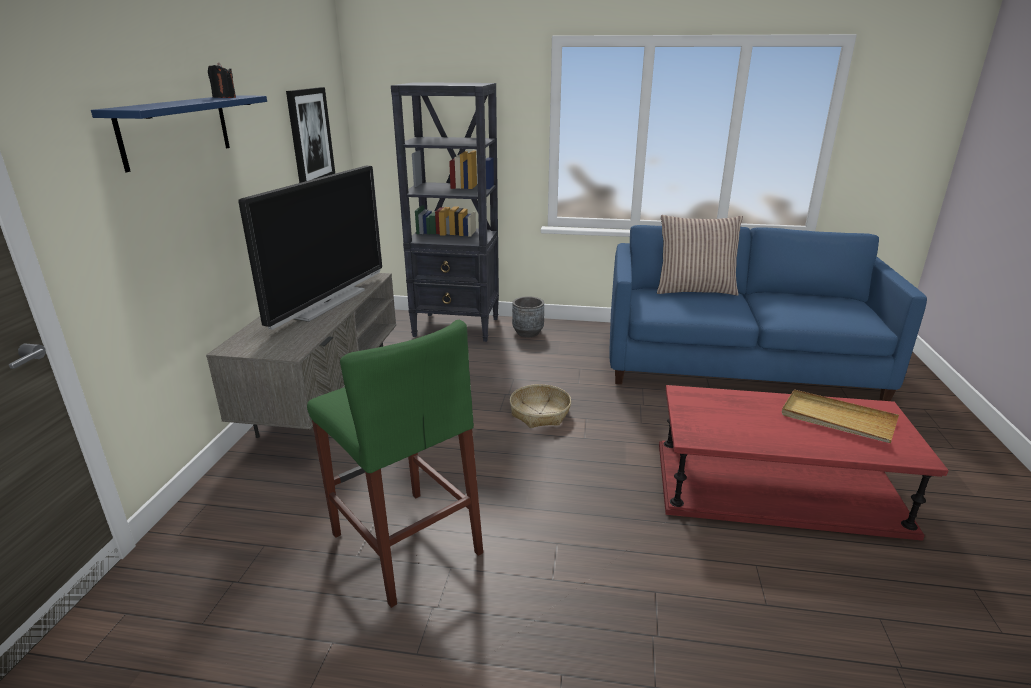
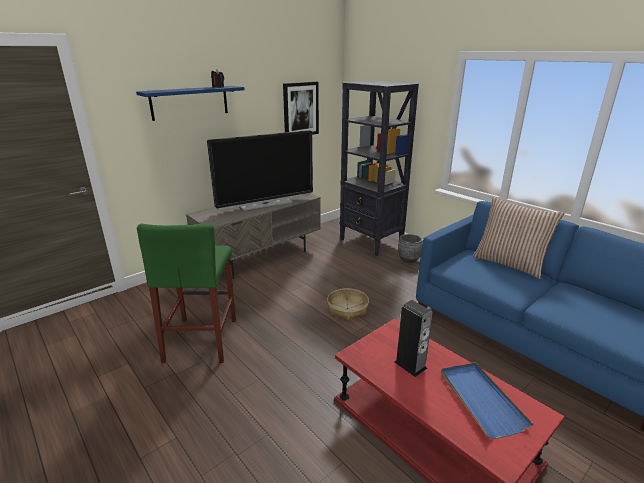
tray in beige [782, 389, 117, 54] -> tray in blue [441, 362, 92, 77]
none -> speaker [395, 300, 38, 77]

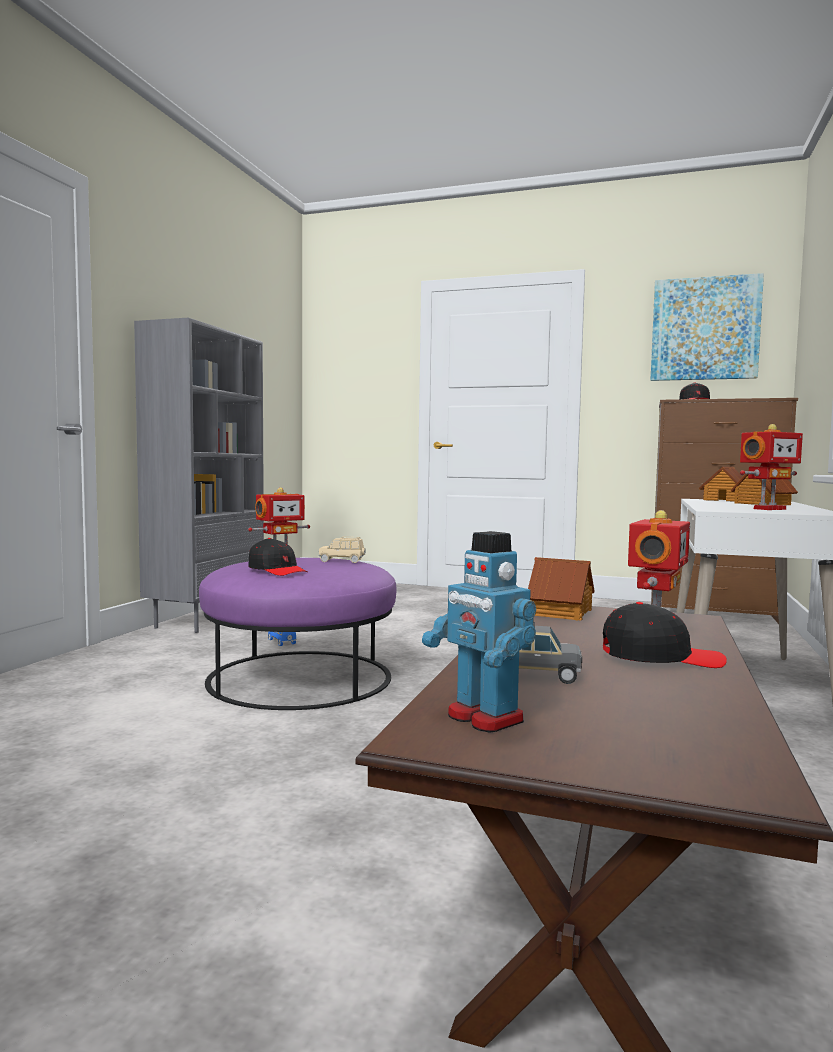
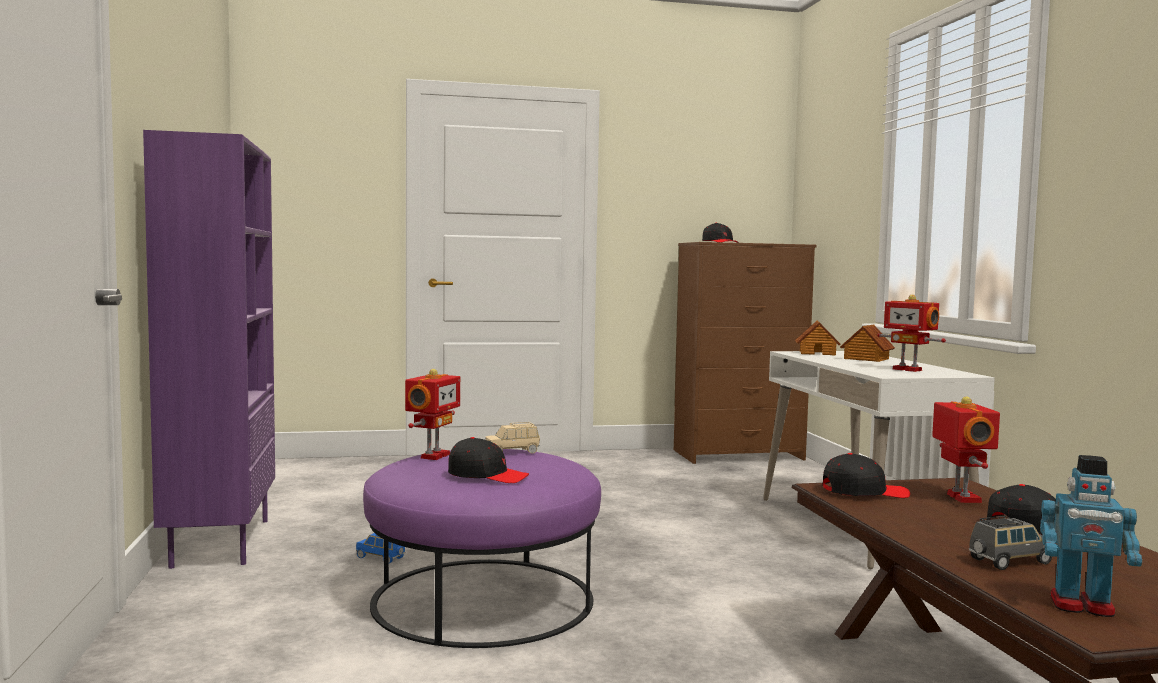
picture [650, 273, 114, 108] -> none
bookcase in grey [134, 318, 130, 315] -> bookcase in purple [143, 130, 132, 439]
toy robot [740, 424, 63, 86] -> toy robot [877, 294, 69, 78], 105 degrees clockwise
toy house [528, 557, 67, 64] -> cap in black [822, 453, 88, 45]

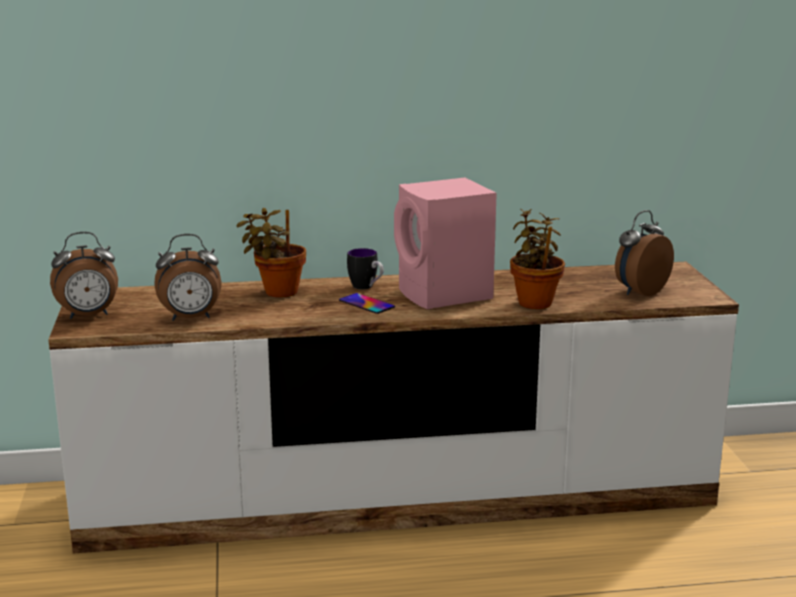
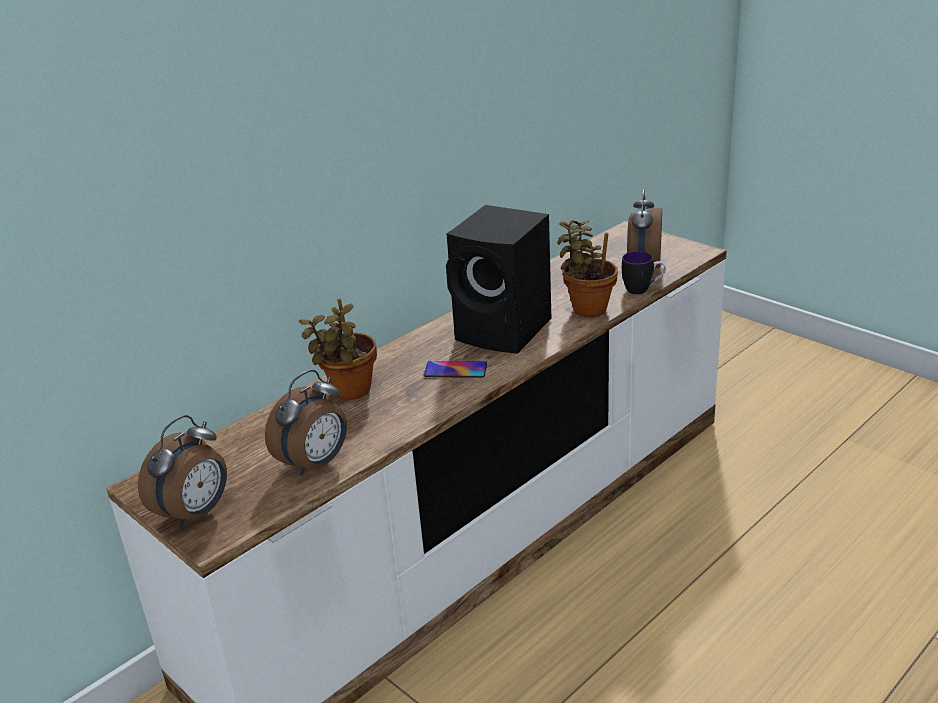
speaker in pink [394, 178, 103, 131] -> speaker in black [446, 205, 105, 149]
mug [347, 248, 37, 42] -> mug [622, 251, 44, 44], moved

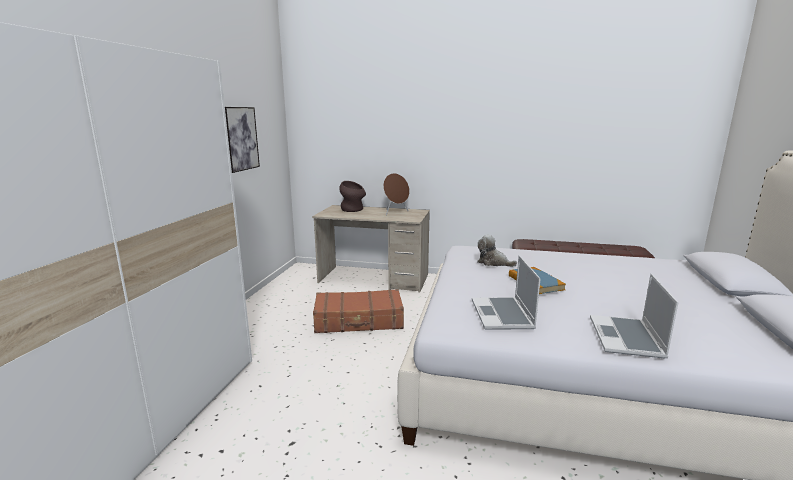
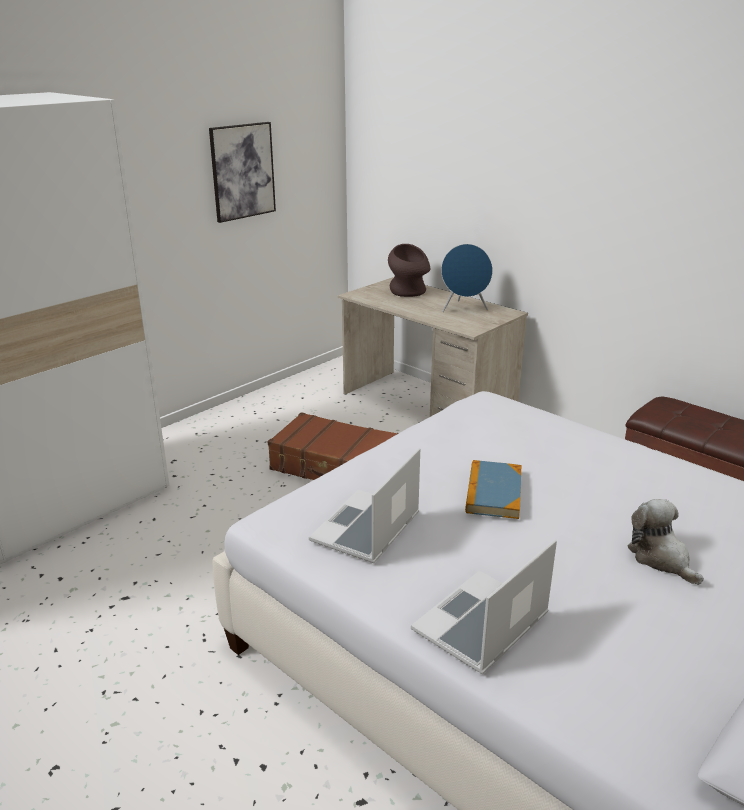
speaker in brown [383, 173, 27, 42] -> speaker in blue [441, 244, 52, 68]
plush toy [477, 235, 40, 32] -> plush toy [628, 499, 76, 86], moved

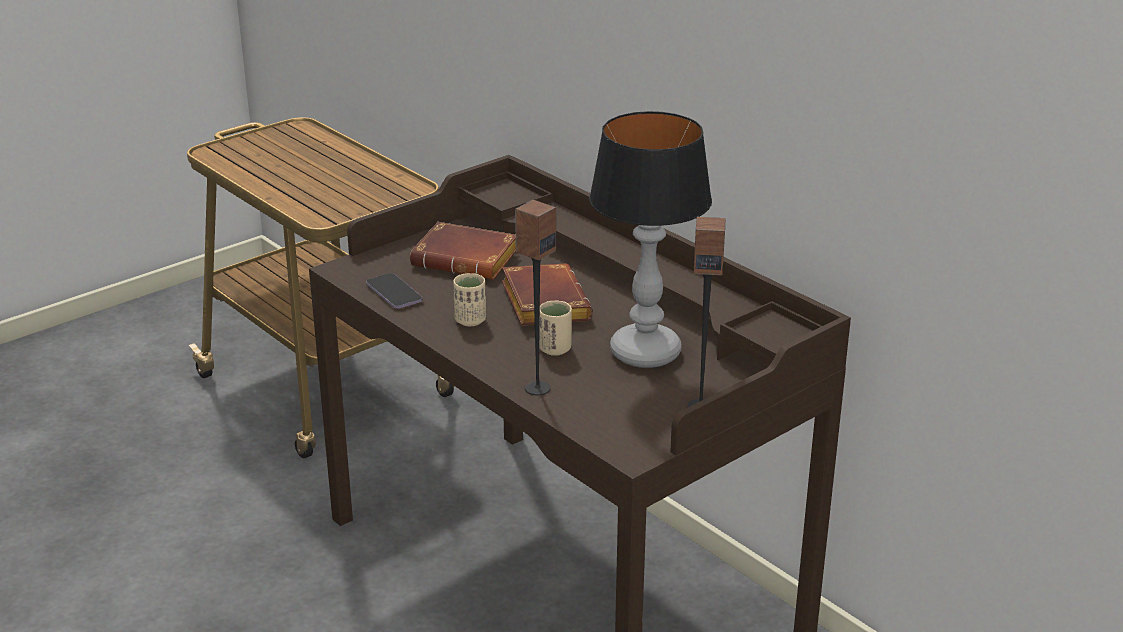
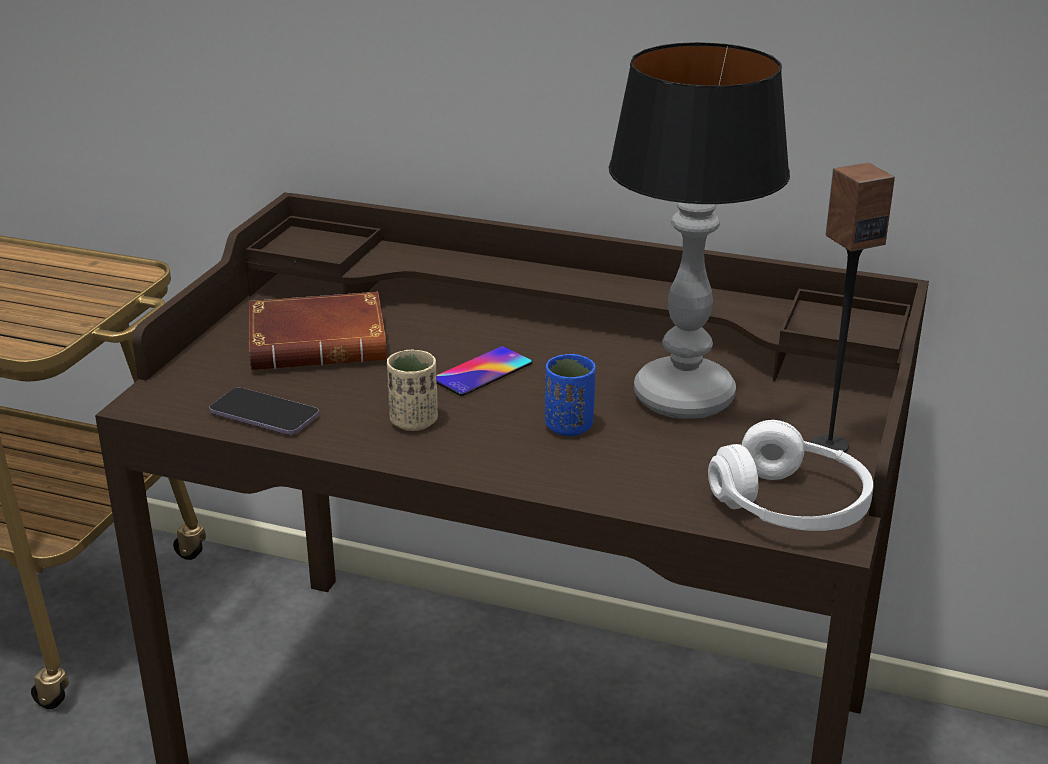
speaker [515, 200, 41, 195] -> none
book in brown [502, 263, 91, 63] -> phone [437, 346, 95, 50]
cup in beige [539, 300, 33, 56] -> cup in blue [545, 354, 50, 82]
none -> headphones in white [708, 420, 165, 111]

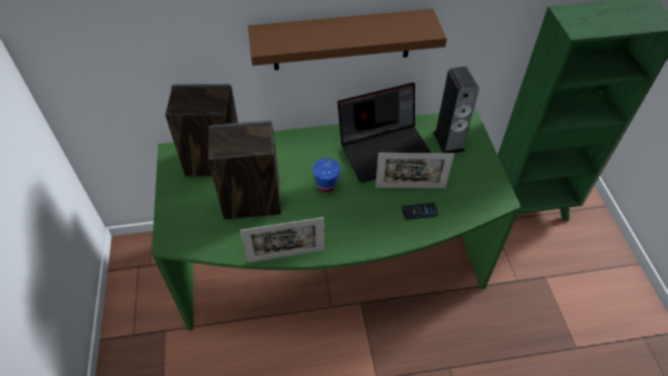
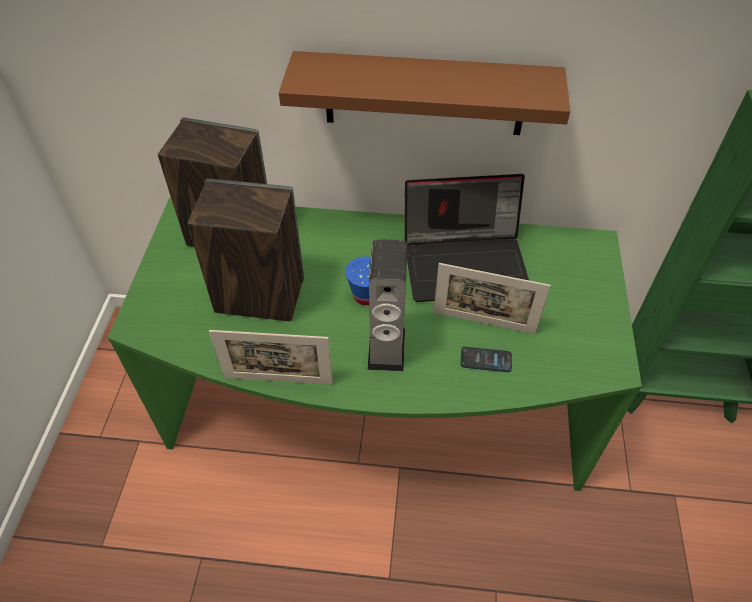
speaker [434, 66, 45, 87] -> speaker [368, 239, 39, 132], moved

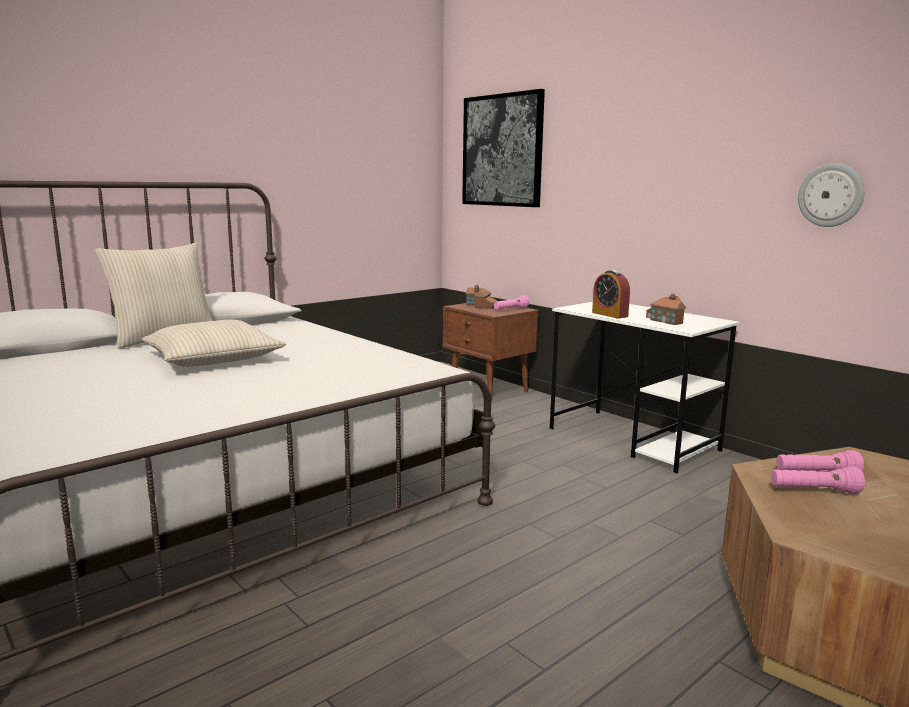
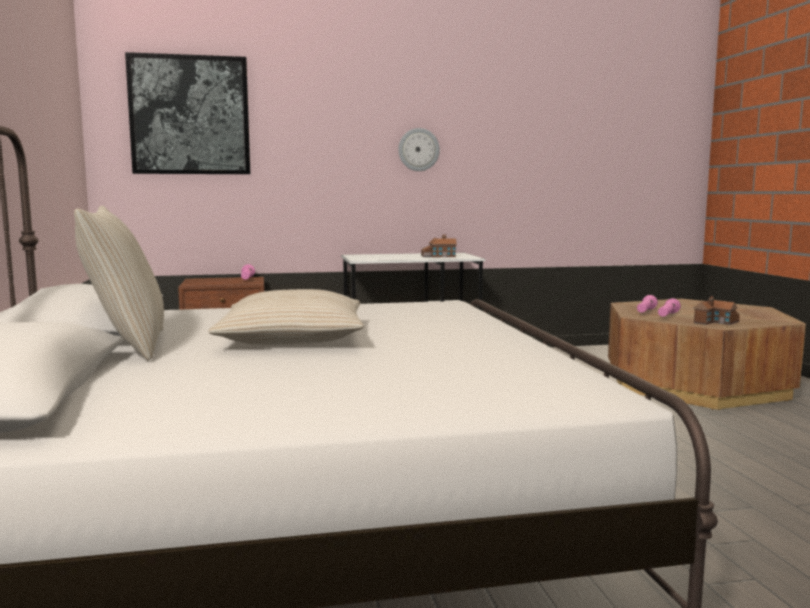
wall clock [798, 163, 67, 64] -> wall clock [398, 128, 42, 43], moved
alarm clock [592, 270, 38, 49] -> none
toy house [465, 285, 32, 24] -> toy house [693, 296, 47, 29], moved

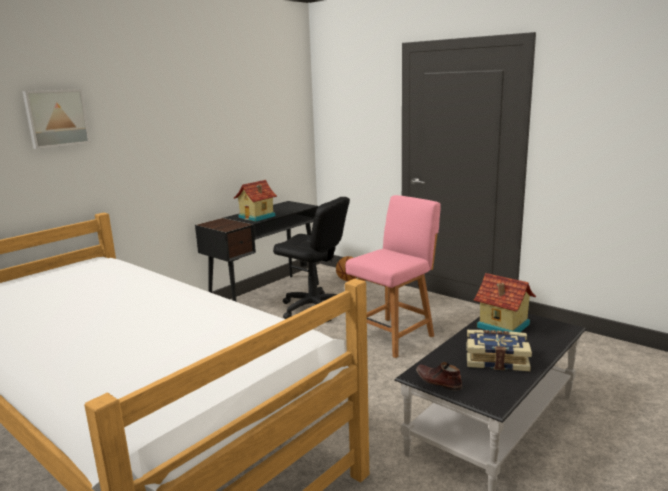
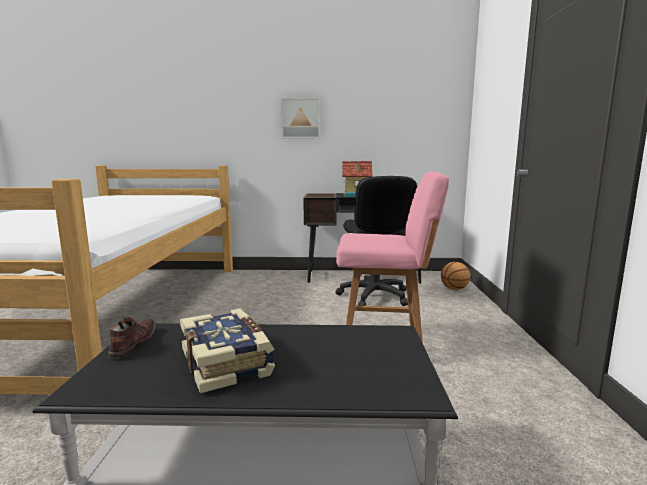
picture [22, 89, 69, 60] -> picture [281, 98, 39, 40], moved
toy house [474, 273, 62, 59] -> none

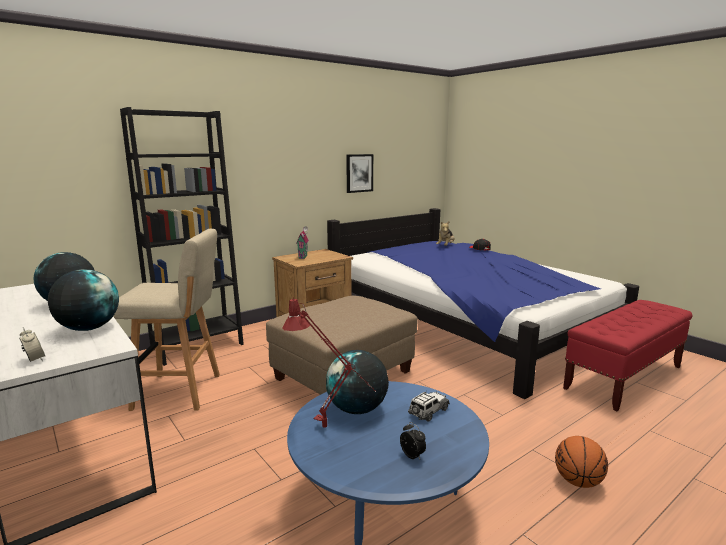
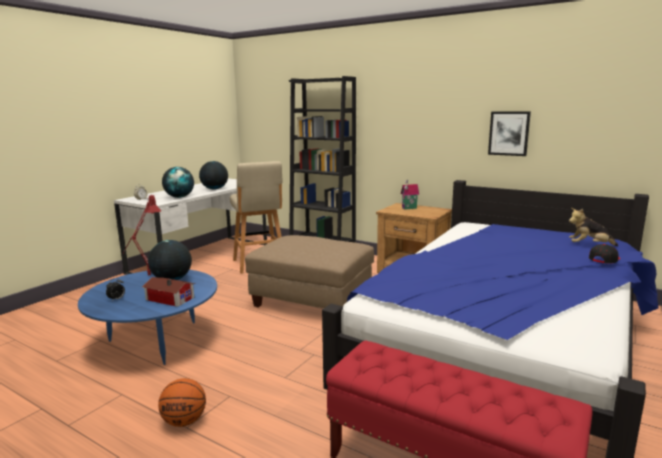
toy car [408, 391, 42, 31] -> toy house [142, 277, 53, 30]

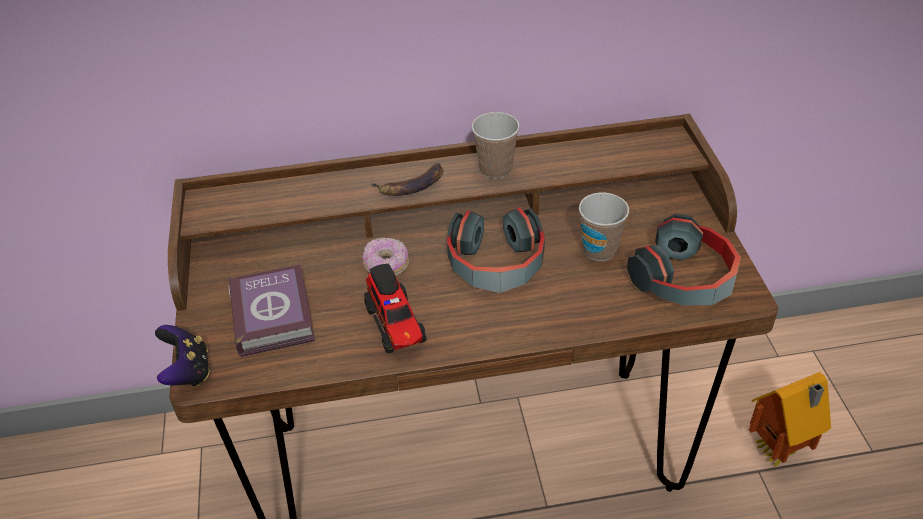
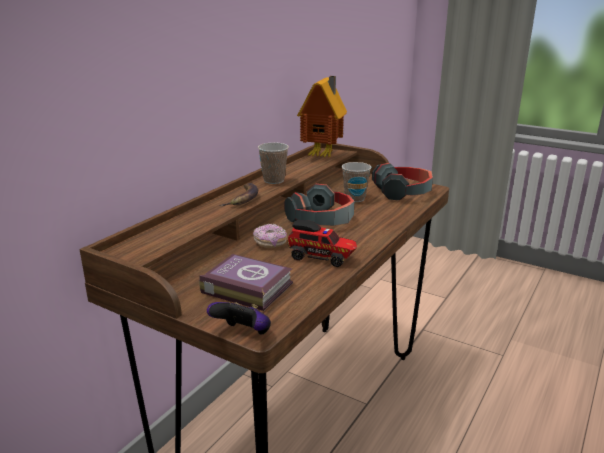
toy house [749, 372, 82, 95] -> toy house [297, 76, 50, 81], moved

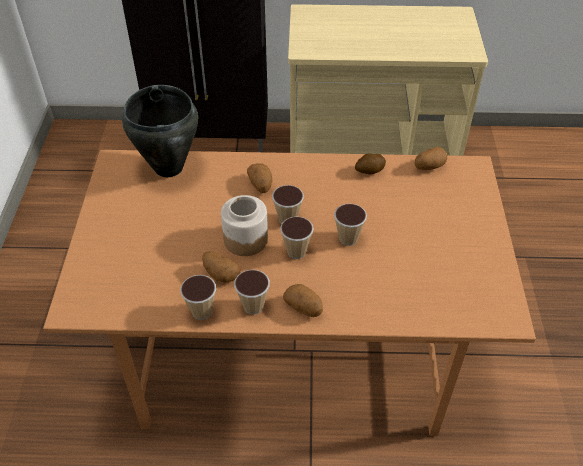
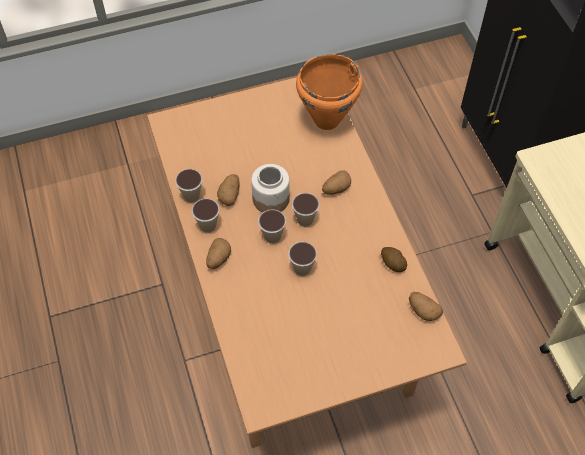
cooking pot in black [122, 85, 76, 92] -> cooking pot in orange [296, 54, 67, 76]

